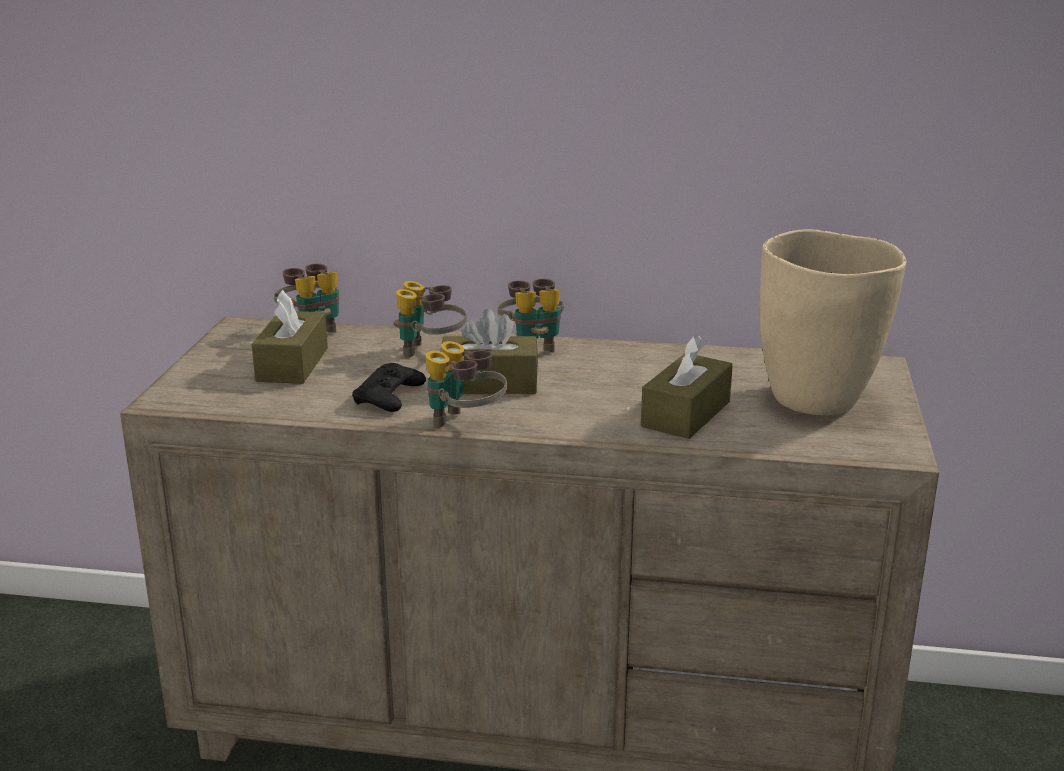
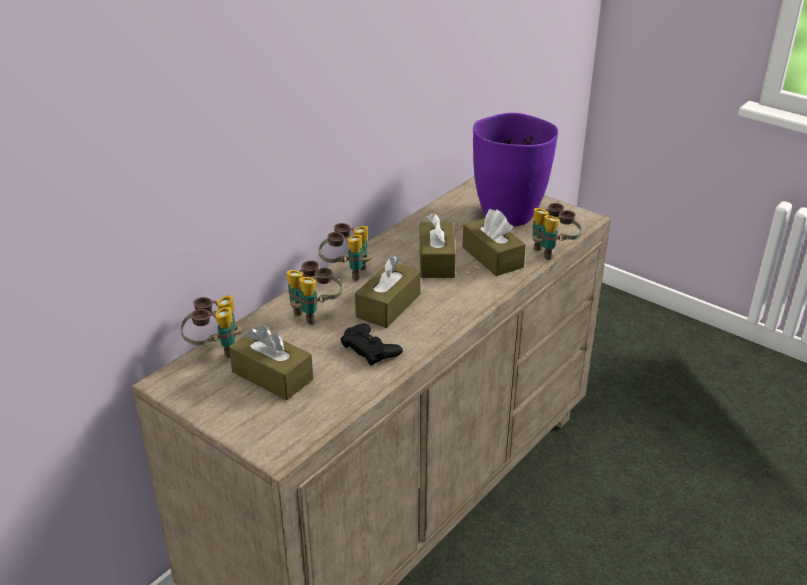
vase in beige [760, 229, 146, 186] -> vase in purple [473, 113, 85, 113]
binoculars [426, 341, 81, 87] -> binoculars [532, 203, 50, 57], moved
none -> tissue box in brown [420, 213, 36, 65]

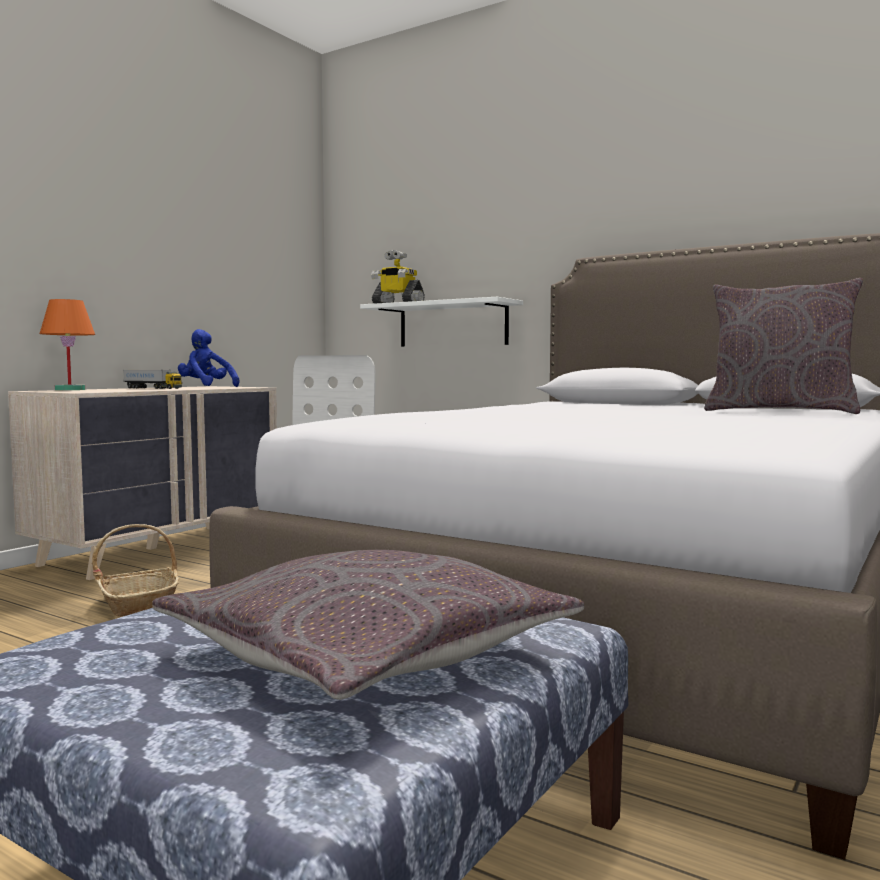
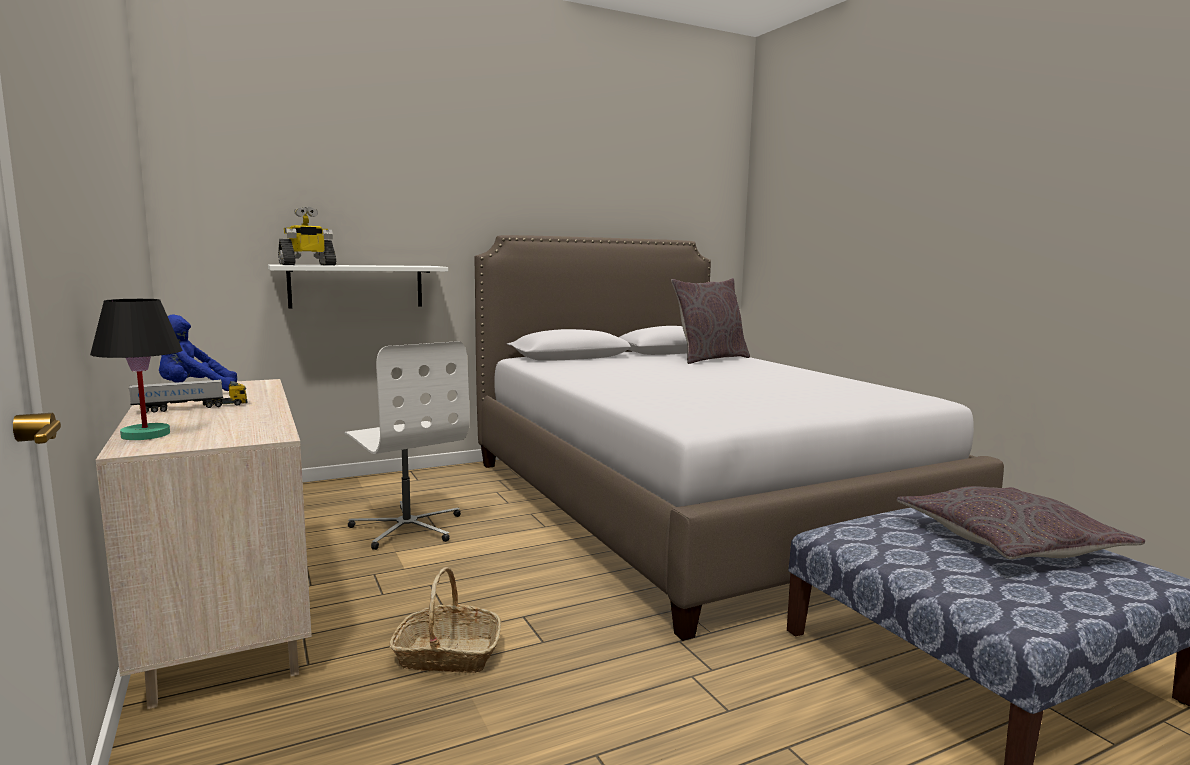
table lamp in orange [40, 299, 55, 91] -> table lamp in black [90, 299, 92, 141]

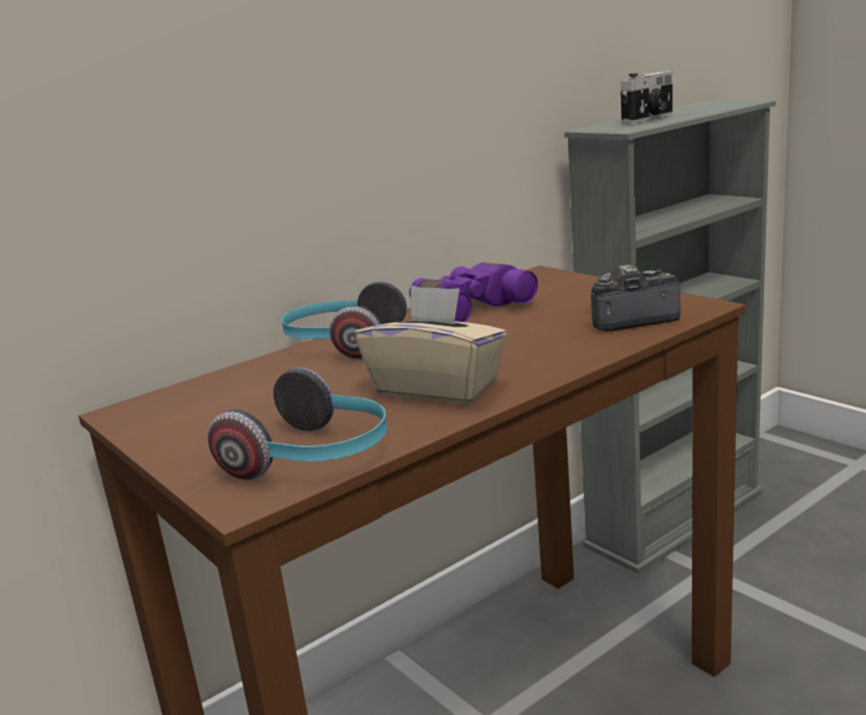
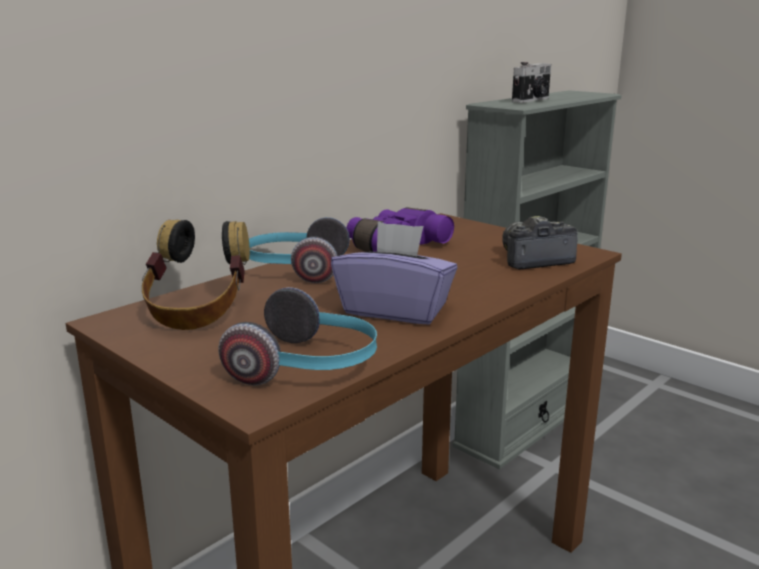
tissue box in beige [356, 285, 151, 119] -> tissue box in purple [331, 221, 127, 104]
none -> headphones [142, 220, 108, 110]

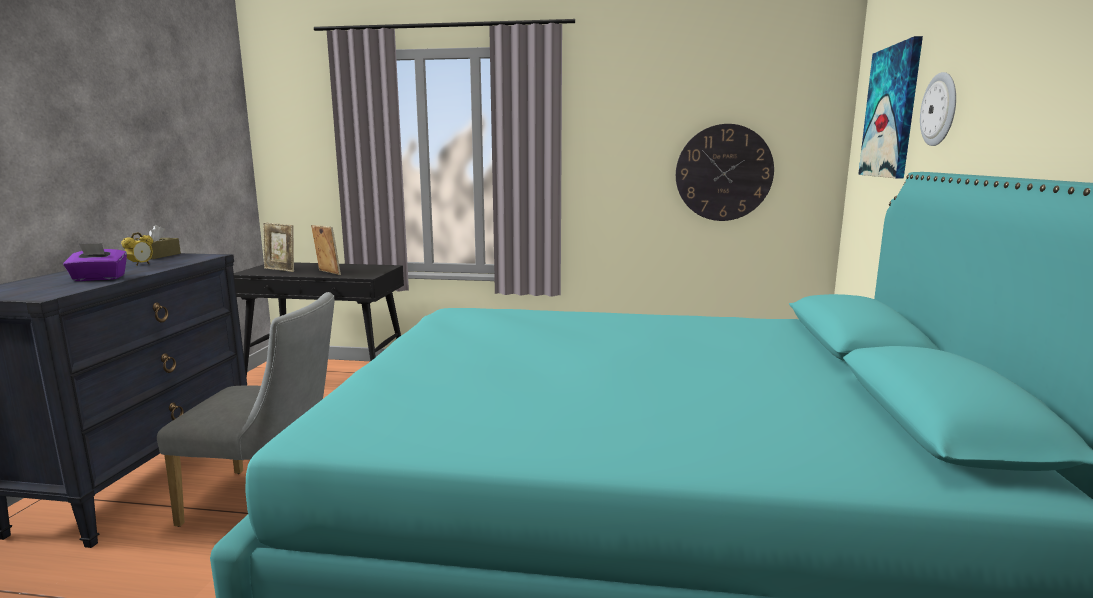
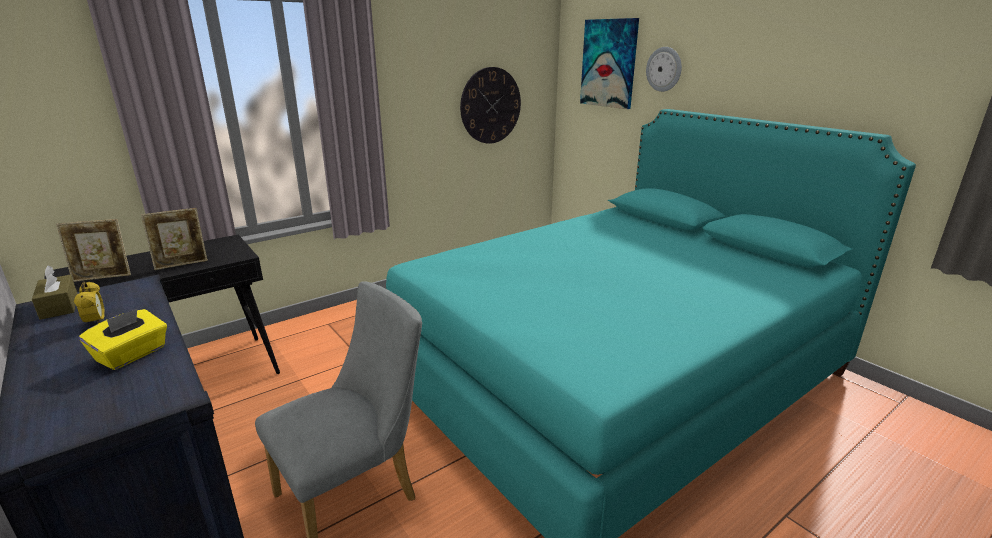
picture frame [311, 225, 30, 50] -> picture frame [141, 208, 67, 62], 150 degrees clockwise
tissue box in purple [63, 243, 64, 38] -> tissue box in yellow [79, 309, 88, 61]

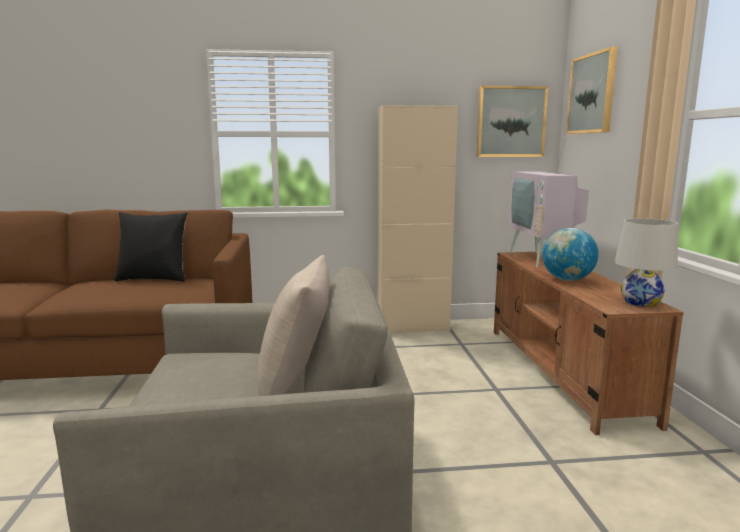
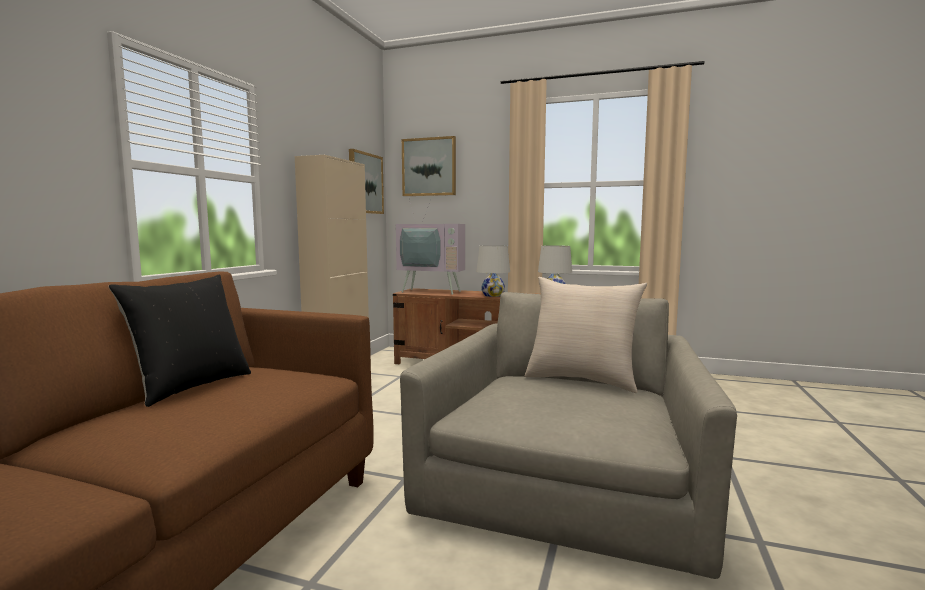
globe [542, 228, 57, 53] -> table lamp in white [476, 245, 34, 52]

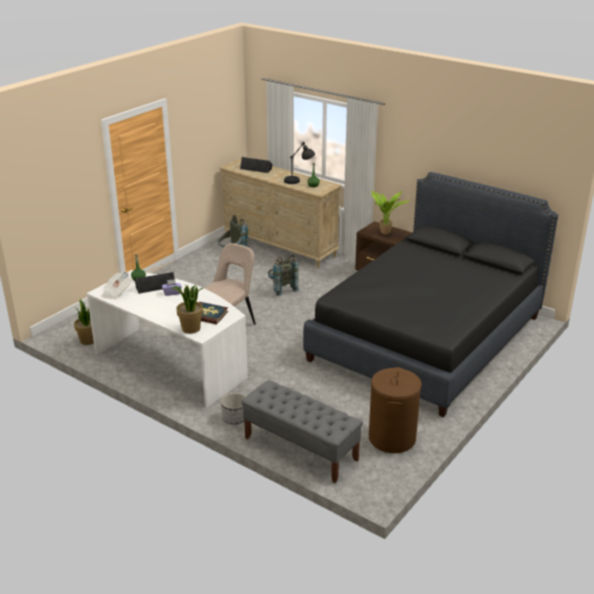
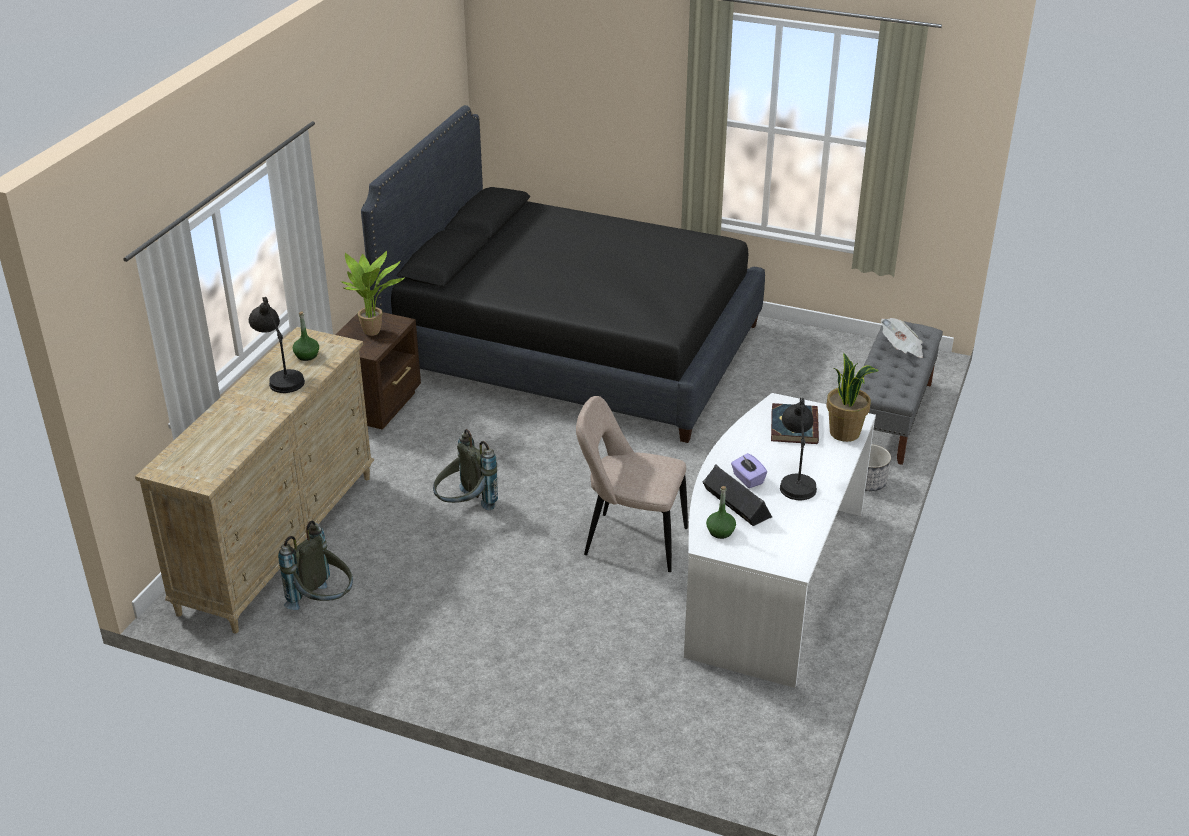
speaker in black [240, 157, 33, 16] -> none
newspaper [101, 272, 30, 27] -> newspaper [881, 318, 42, 40], moved
potted plant [74, 299, 20, 46] -> none
laundry basket in brown [369, 367, 53, 86] -> none
none -> table lamp in black [780, 398, 37, 102]

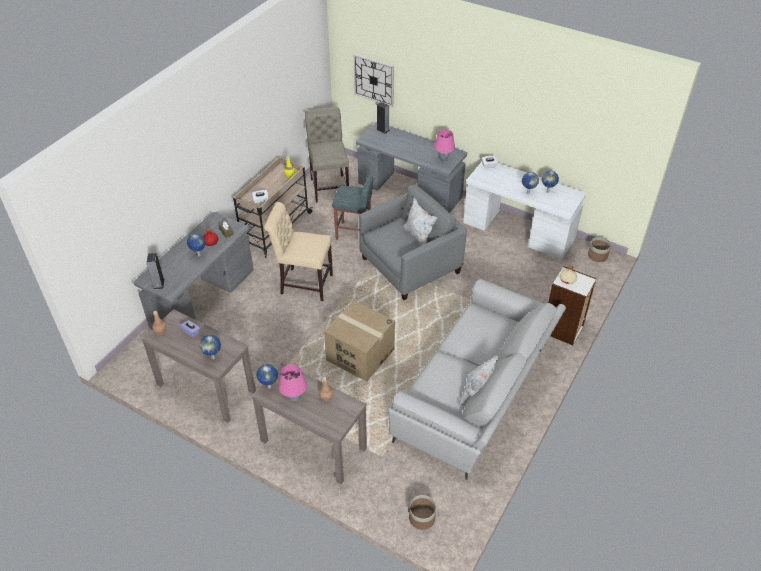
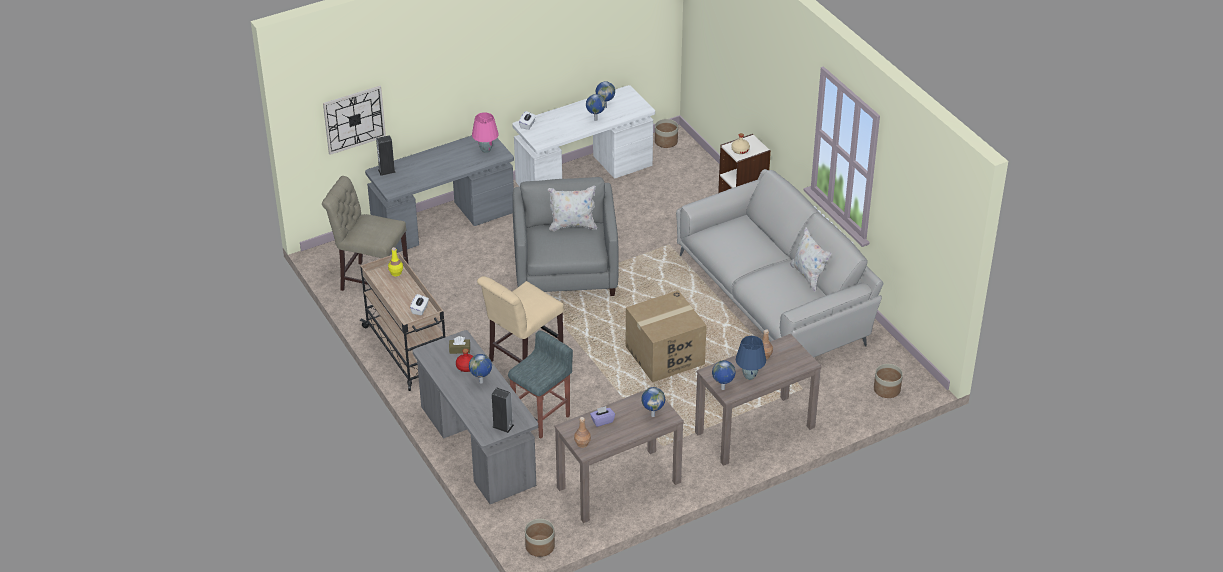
stool in grey [332, 175, 41, 65] -> stool in grey [508, 330, 65, 109], moved
table lamp in pink [279, 364, 28, 38] -> table lamp in blue [736, 336, 30, 44]
none -> planter [525, 519, 30, 38]

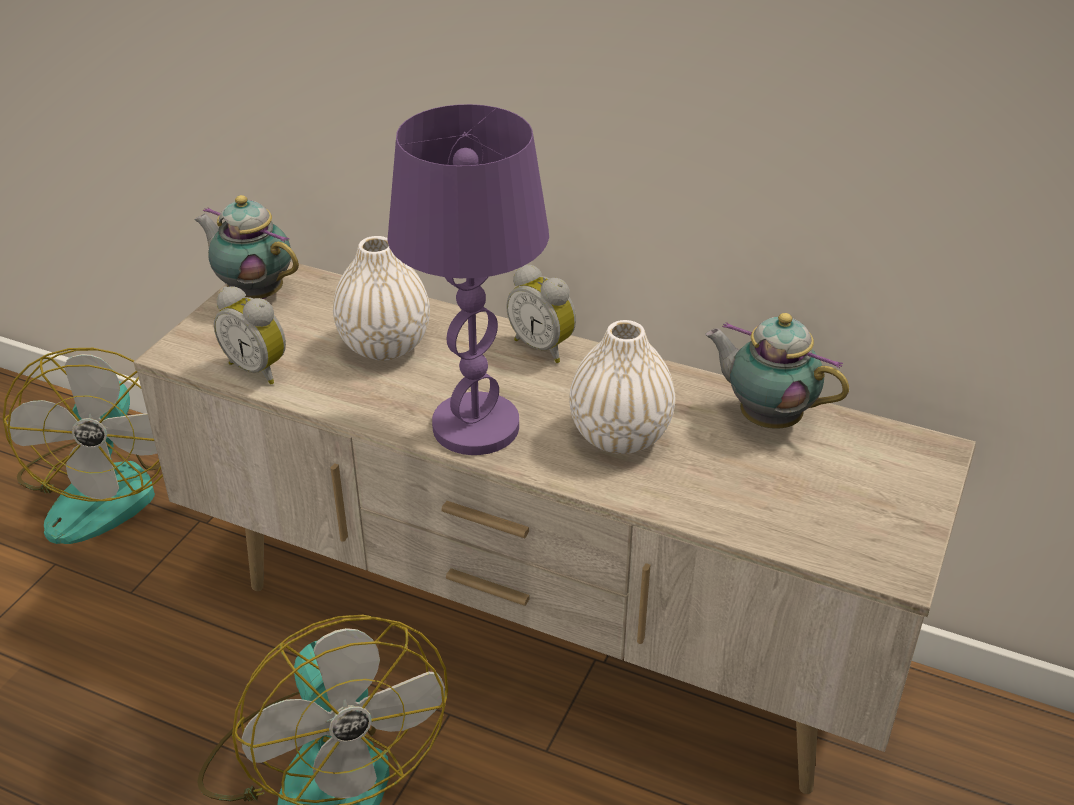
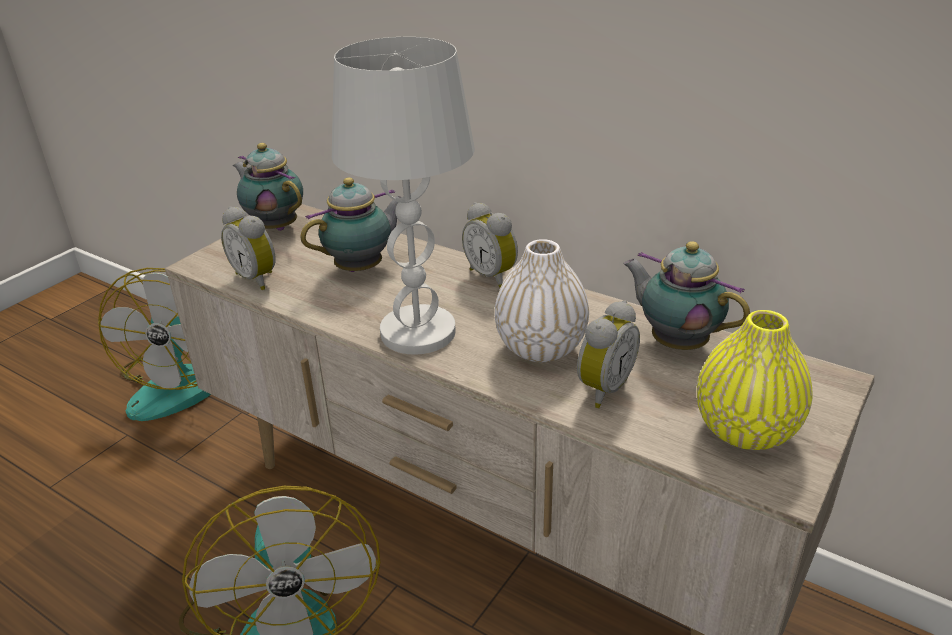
table lamp in purple [387, 104, 162, 351] -> table lamp in white [332, 37, 143, 318]
vase in white [333, 236, 97, 125] -> teapot [300, 177, 101, 95]
none -> alarm clock [577, 300, 63, 108]
none -> vase in yellow [697, 310, 116, 140]

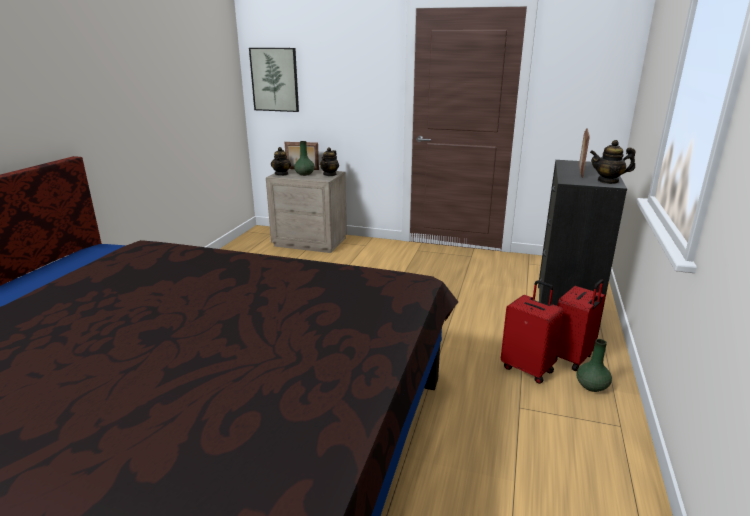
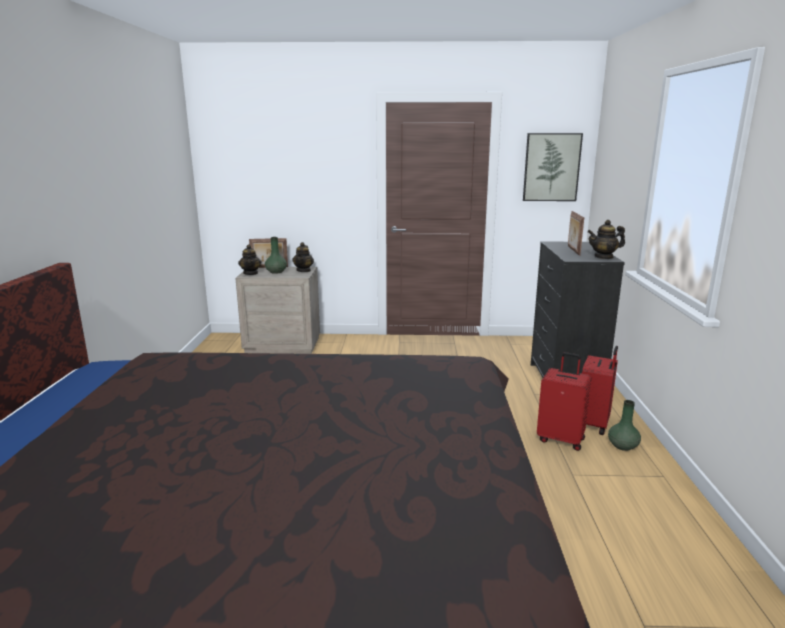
picture [249, 48, 50, 64] -> picture [523, 133, 60, 68], moved

